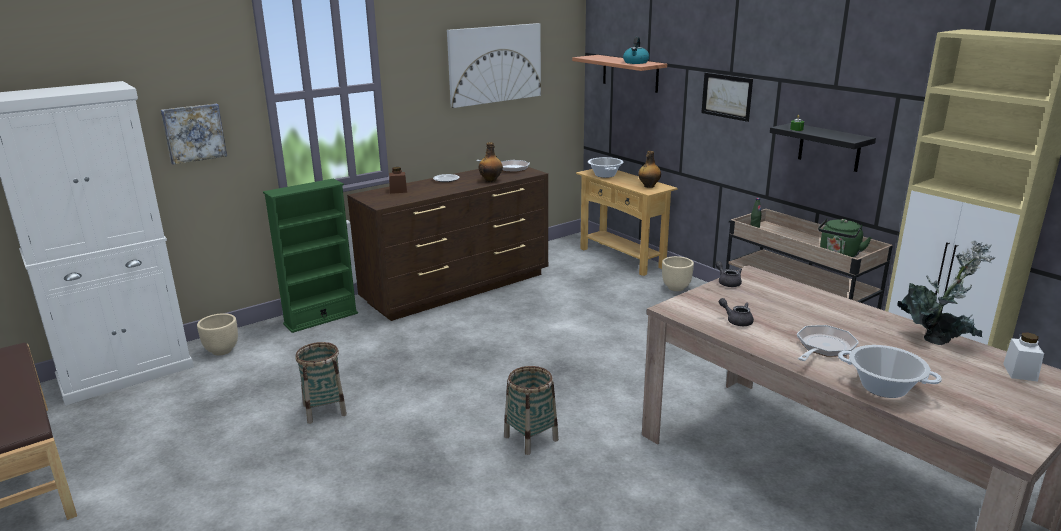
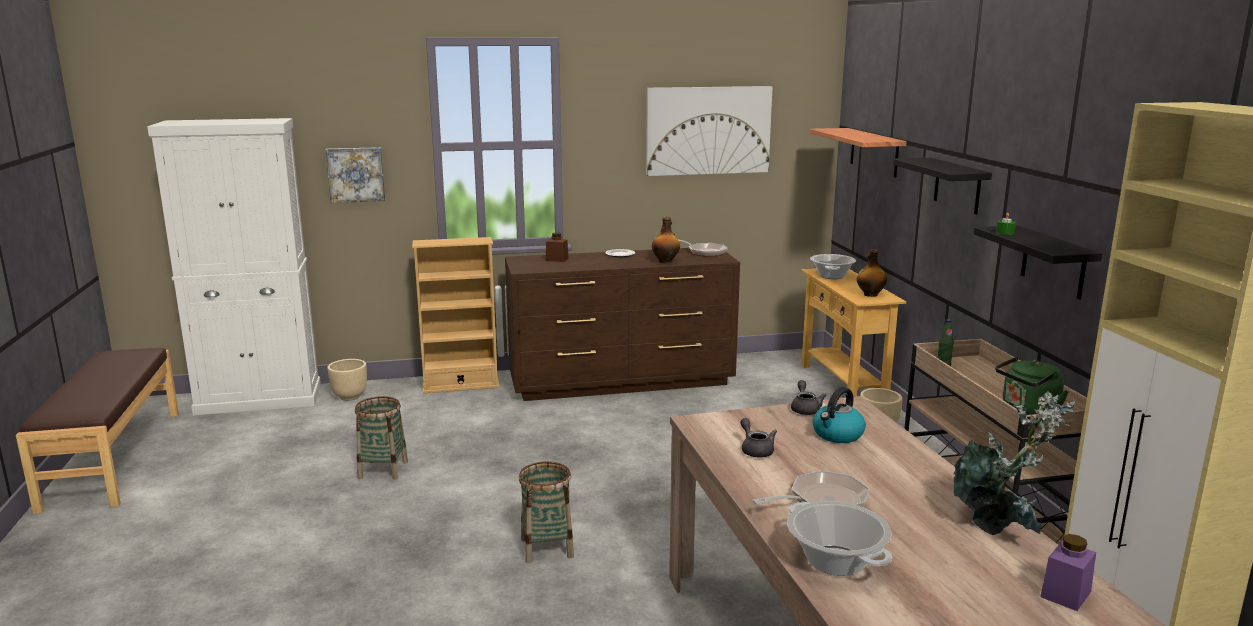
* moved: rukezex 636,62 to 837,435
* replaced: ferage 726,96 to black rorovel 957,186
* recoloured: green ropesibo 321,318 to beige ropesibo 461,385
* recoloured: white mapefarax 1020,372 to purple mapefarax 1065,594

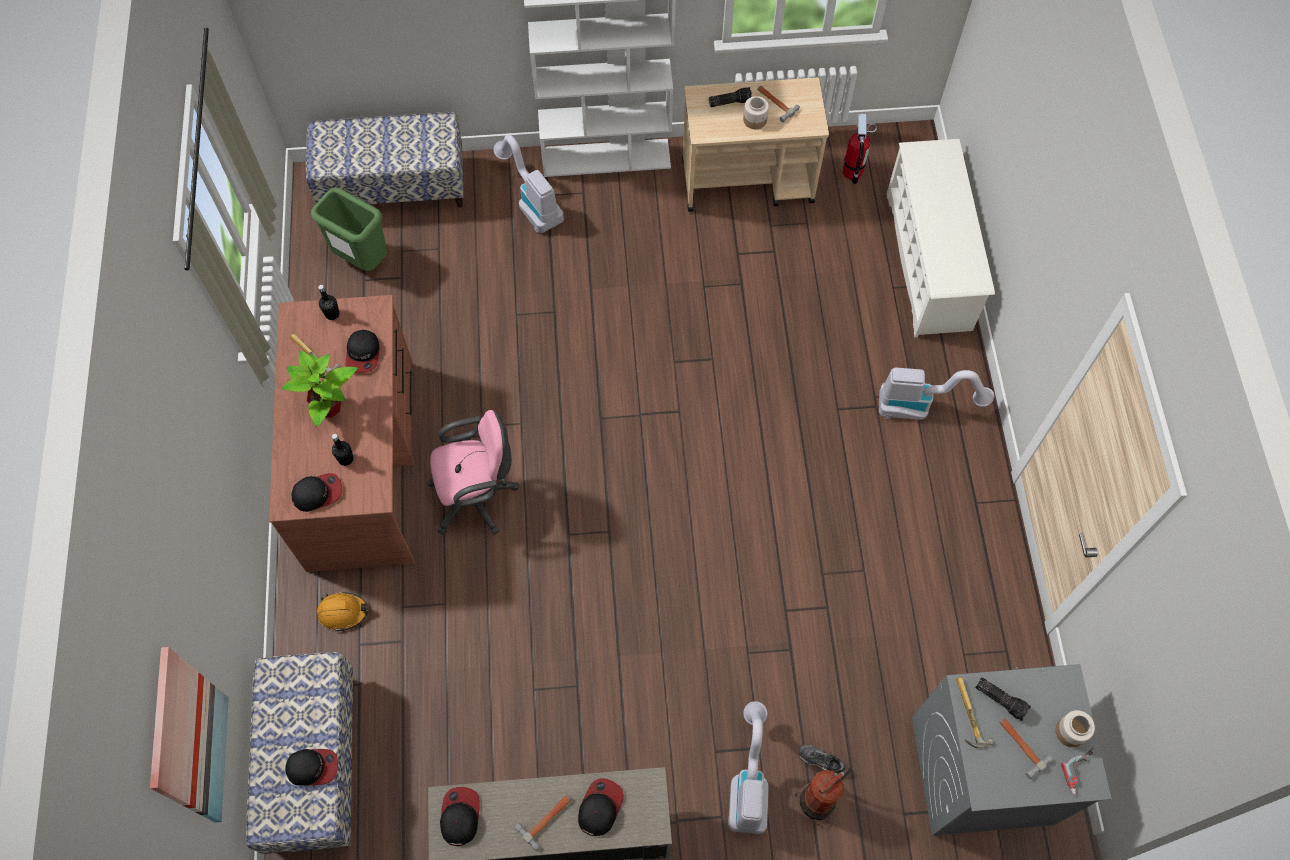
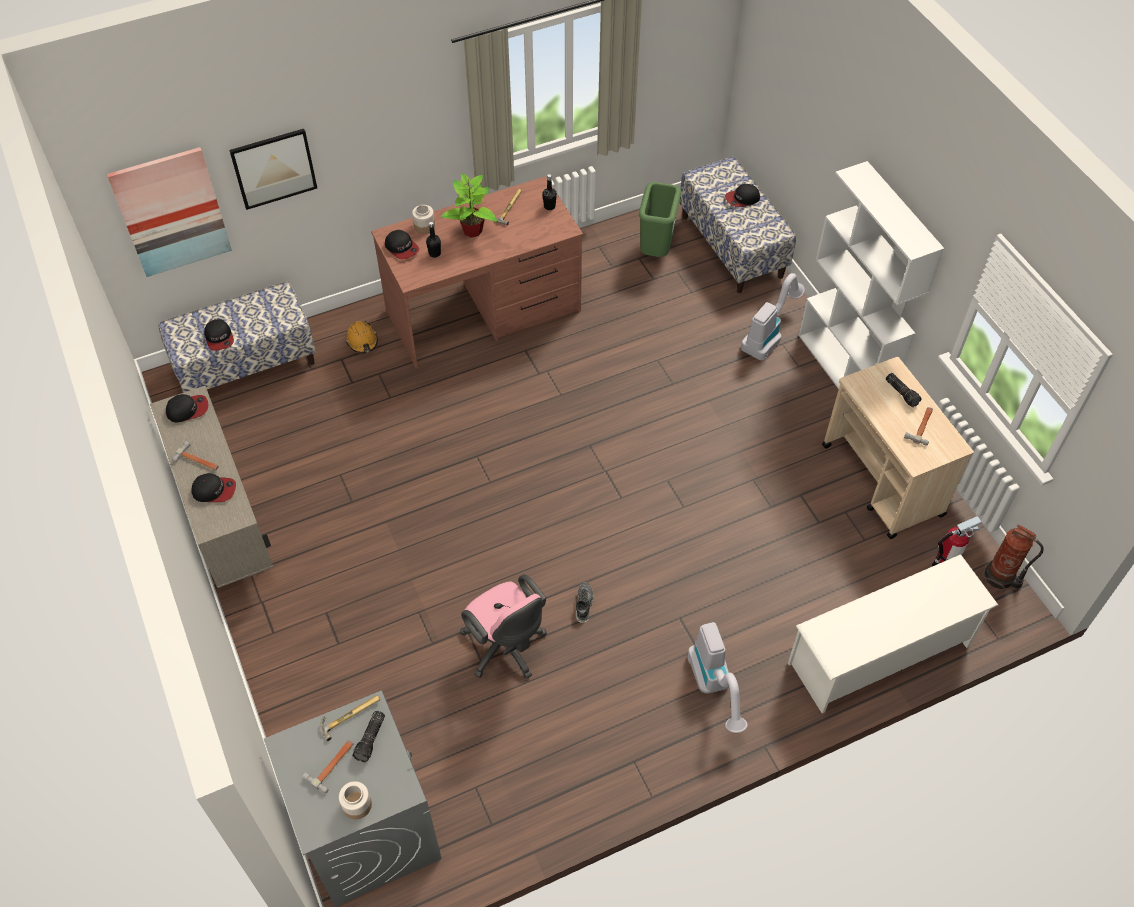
* removed: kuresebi 748,782
* removed: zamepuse 1081,772
* added: ferage 274,168
* moved: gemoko 363,354 to 742,199
* moved: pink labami 478,497 to 506,648
* moved: mapefarax 755,120 to 424,226
* moved: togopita 819,801 to 1000,577
* moved: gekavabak 821,761 to 583,604

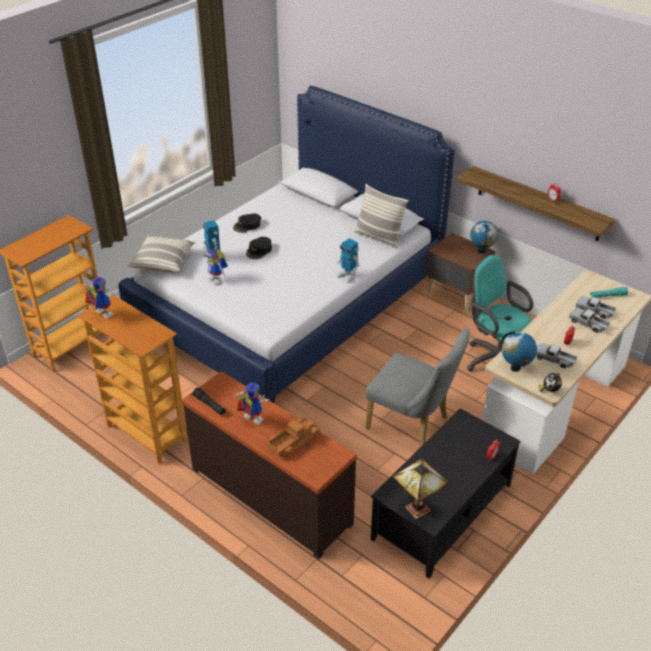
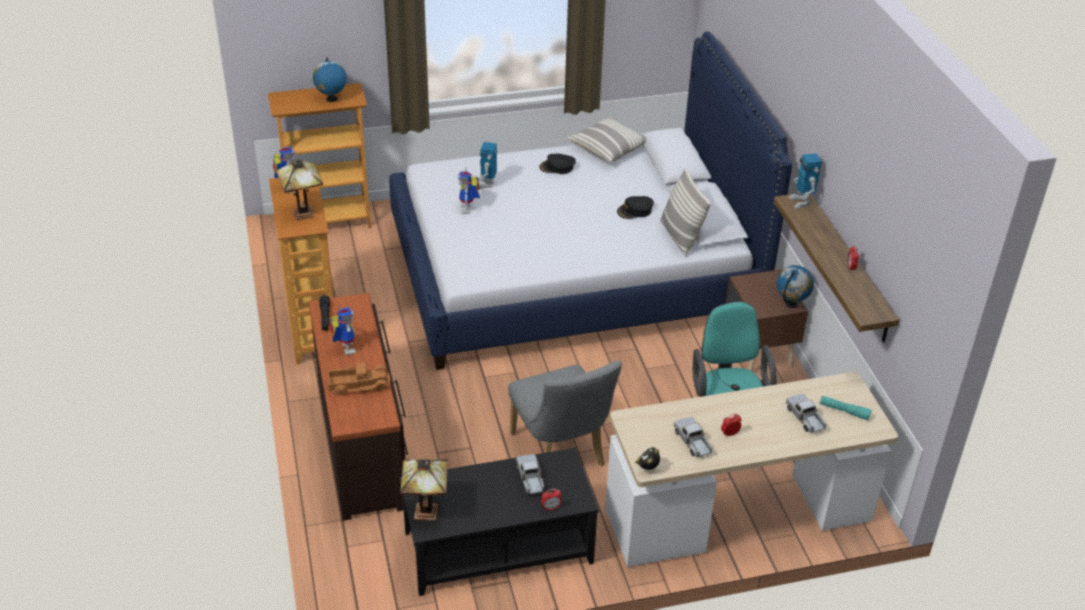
* added: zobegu 305,214
* moved: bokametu 163,262 to 608,149
* moved: black gemoko 259,250 to 635,211
* moved: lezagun 347,276 to 801,201
* moved: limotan 515,368 to 331,99
* moved: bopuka 588,324 to 530,479

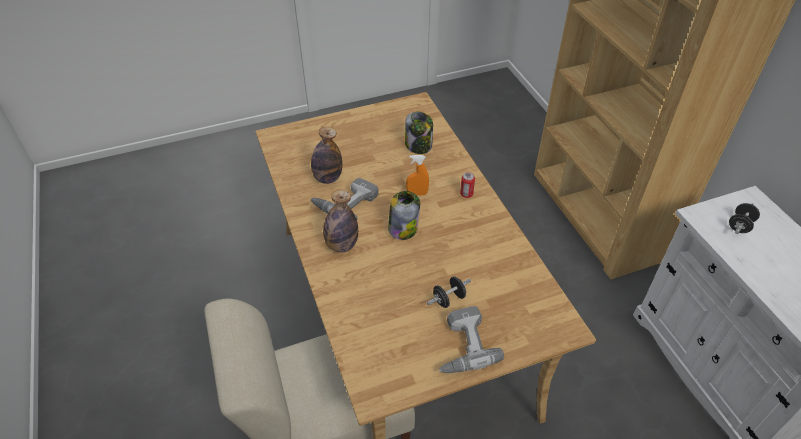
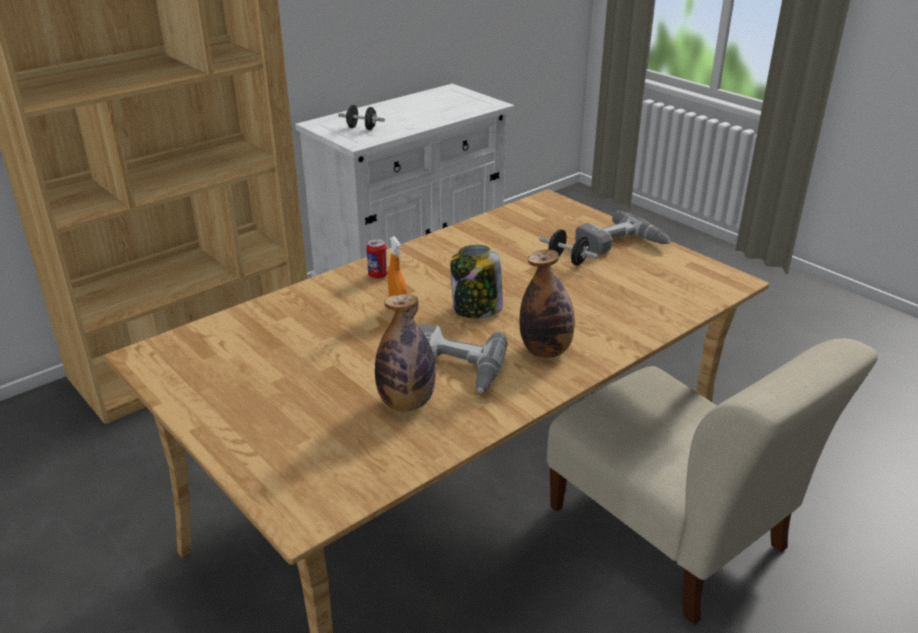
* removed: mapefarax 419,145

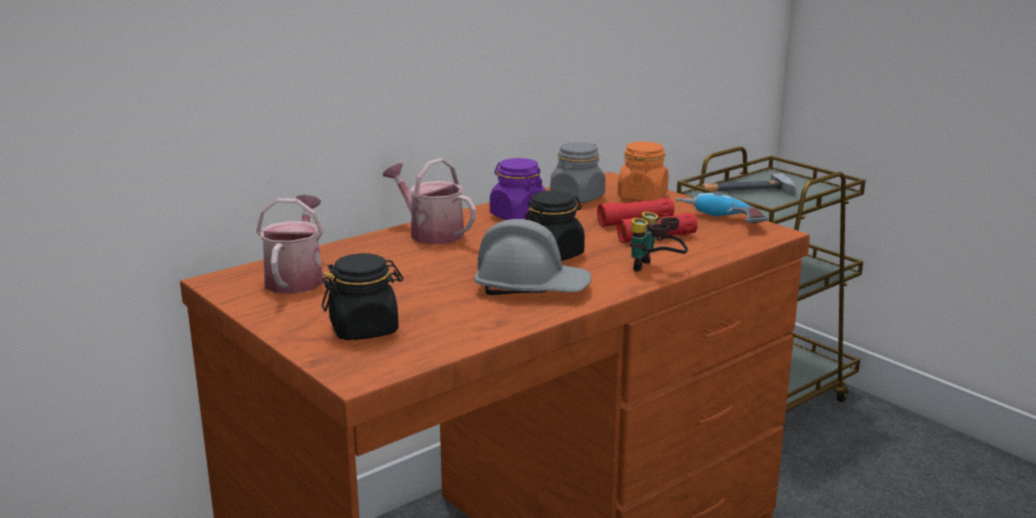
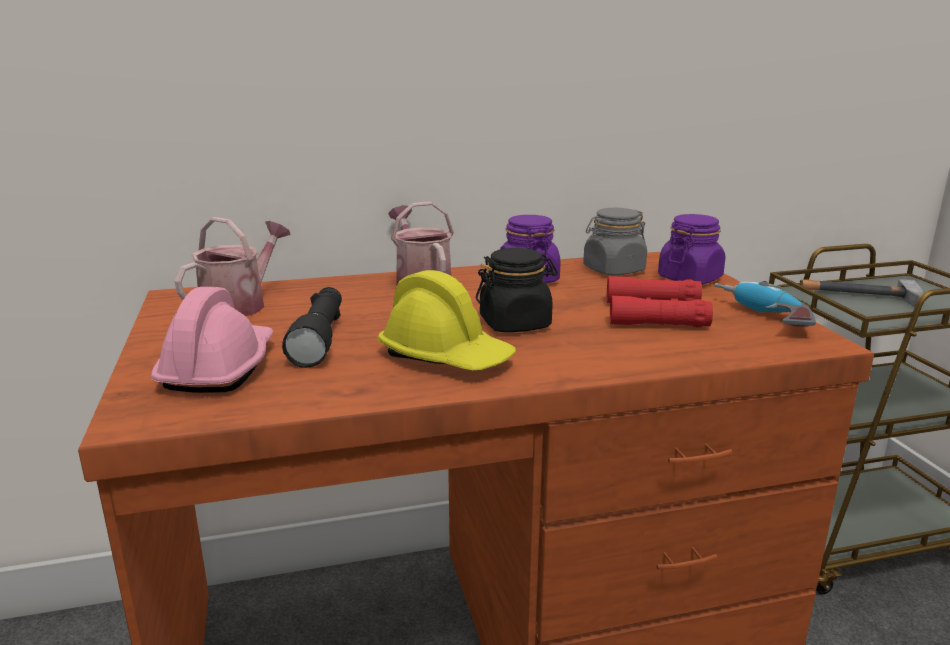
* removed: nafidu 655,270
* added: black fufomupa 320,338
* replaced: black mapefarax 364,329 to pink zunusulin 219,368
* recoloured: grey zunusulin 531,288 to yellow zunusulin 446,357
* recoloured: orange mapefarax 642,196 to purple mapefarax 690,278

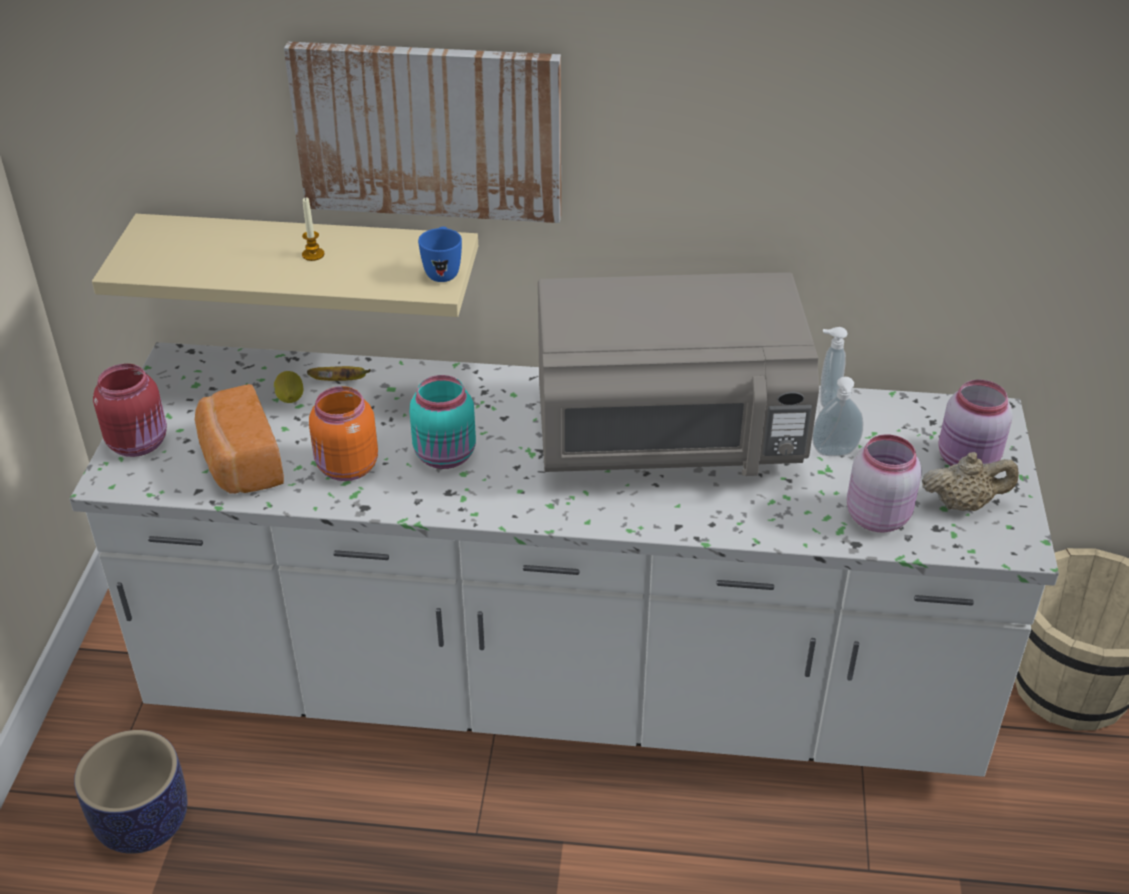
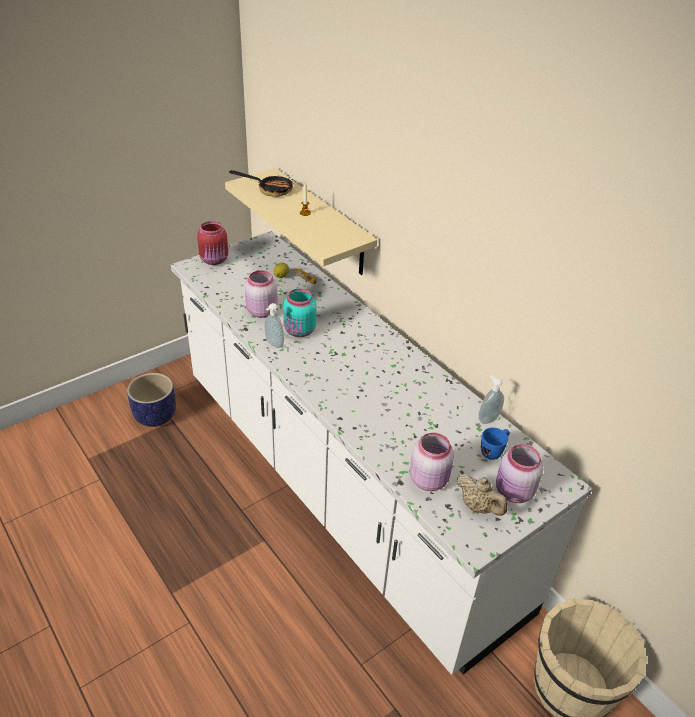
* removed: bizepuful 240,463
* removed: ferage 429,131
* removed: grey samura 668,440
* added: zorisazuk 270,189
* moved: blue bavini 443,271 to 493,452
* moved: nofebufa 834,453 to 273,344
* recoloured: orange mapefarax 346,468 to pink mapefarax 261,311

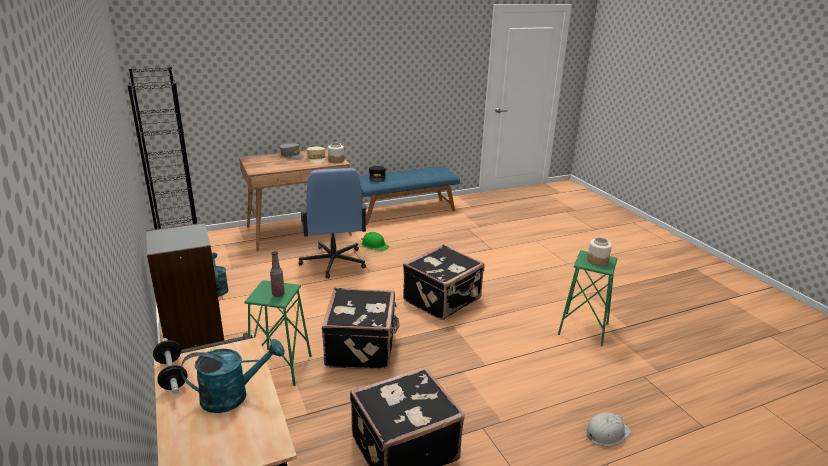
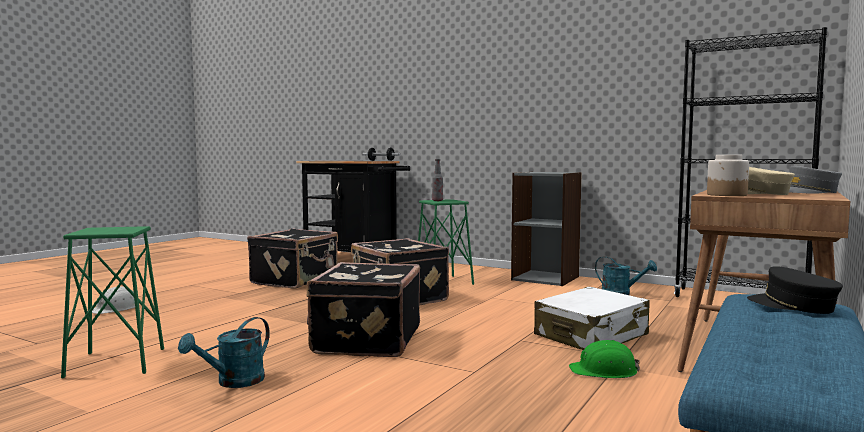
* removed: mapefarax 597,261
* moved: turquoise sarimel 233,396 to 233,382
* replaced: blue labami 333,262 to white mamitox 591,336

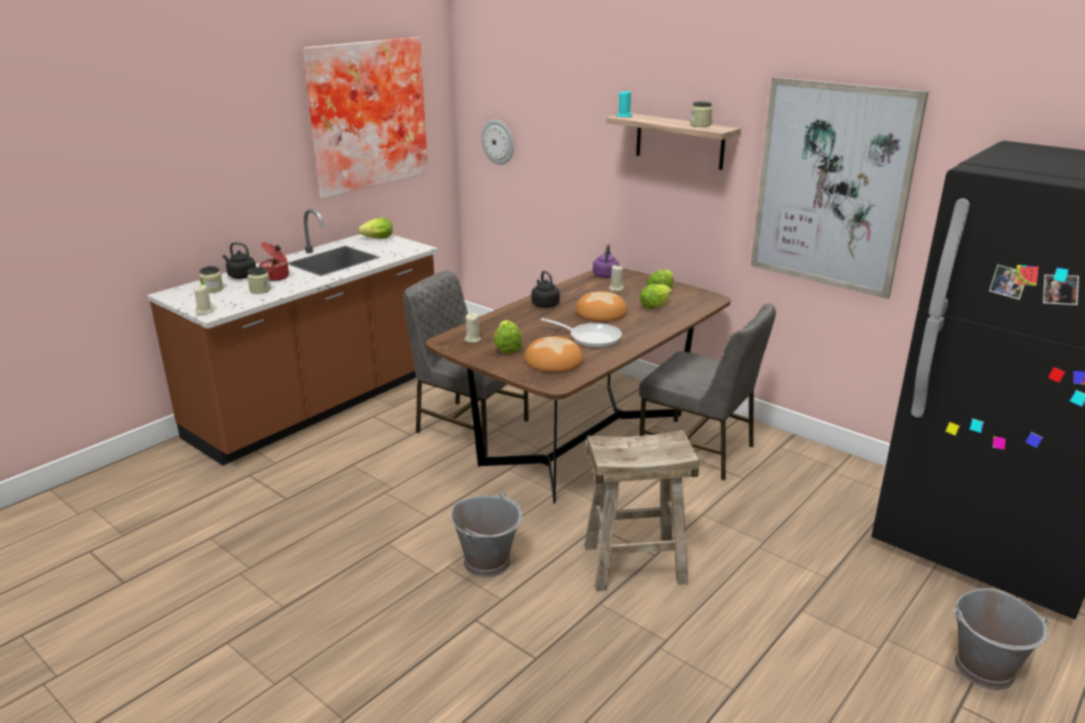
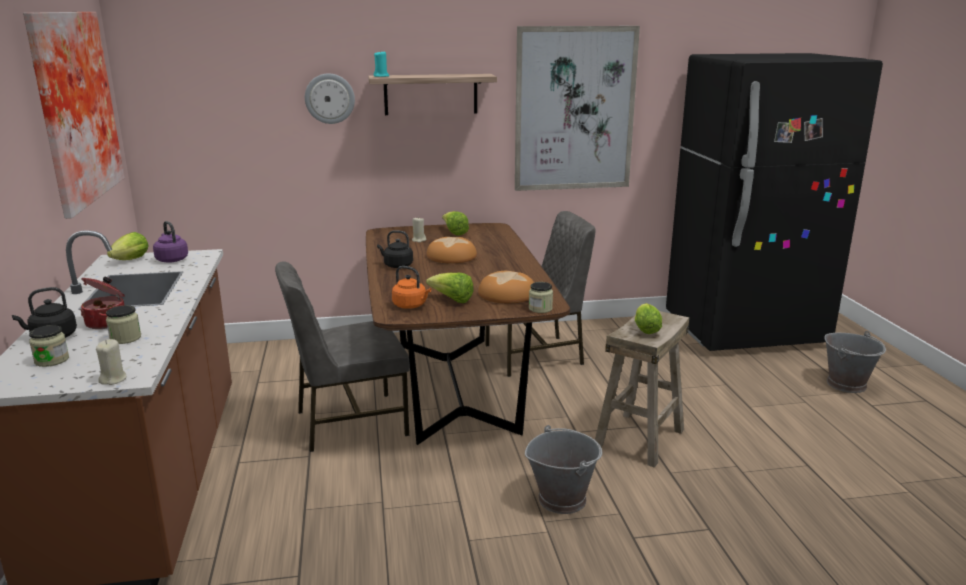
* removed: zorisazuk 591,338
* moved: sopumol 498,142 to 329,98
* moved: purple rukezex 605,275 to 171,259
* moved: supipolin 656,306 to 645,329
* moved: mapefarax 700,125 to 540,309
* replaced: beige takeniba 472,339 to orange rukezex 411,305

